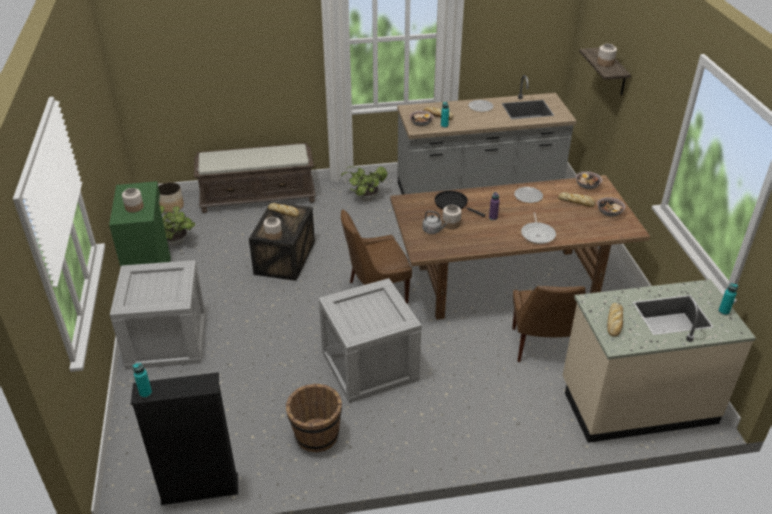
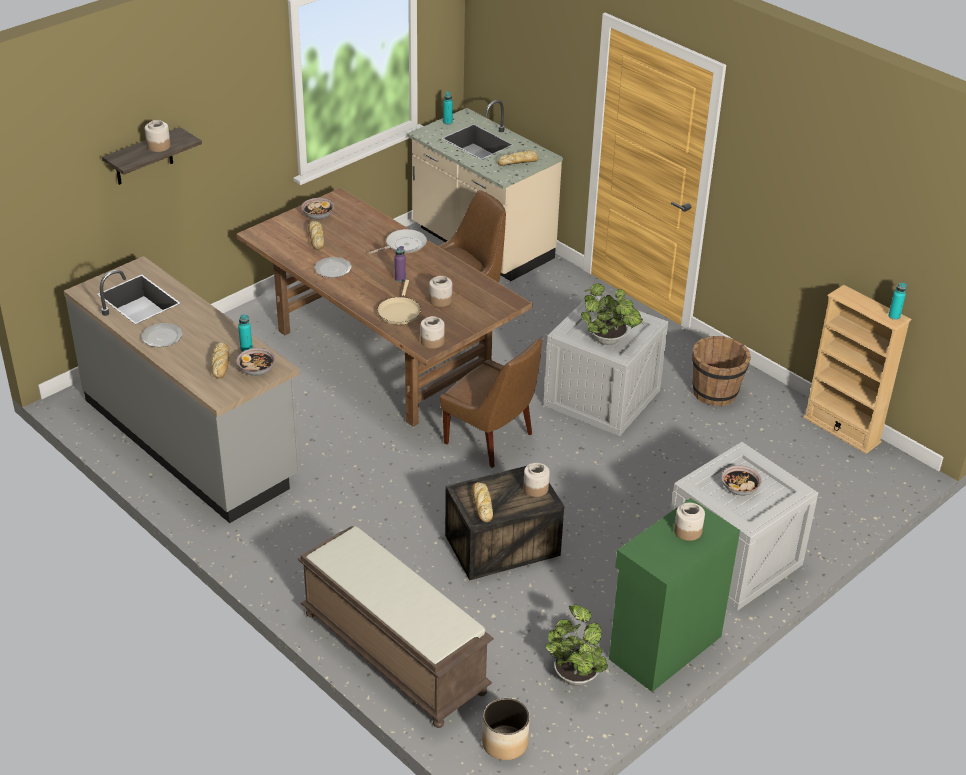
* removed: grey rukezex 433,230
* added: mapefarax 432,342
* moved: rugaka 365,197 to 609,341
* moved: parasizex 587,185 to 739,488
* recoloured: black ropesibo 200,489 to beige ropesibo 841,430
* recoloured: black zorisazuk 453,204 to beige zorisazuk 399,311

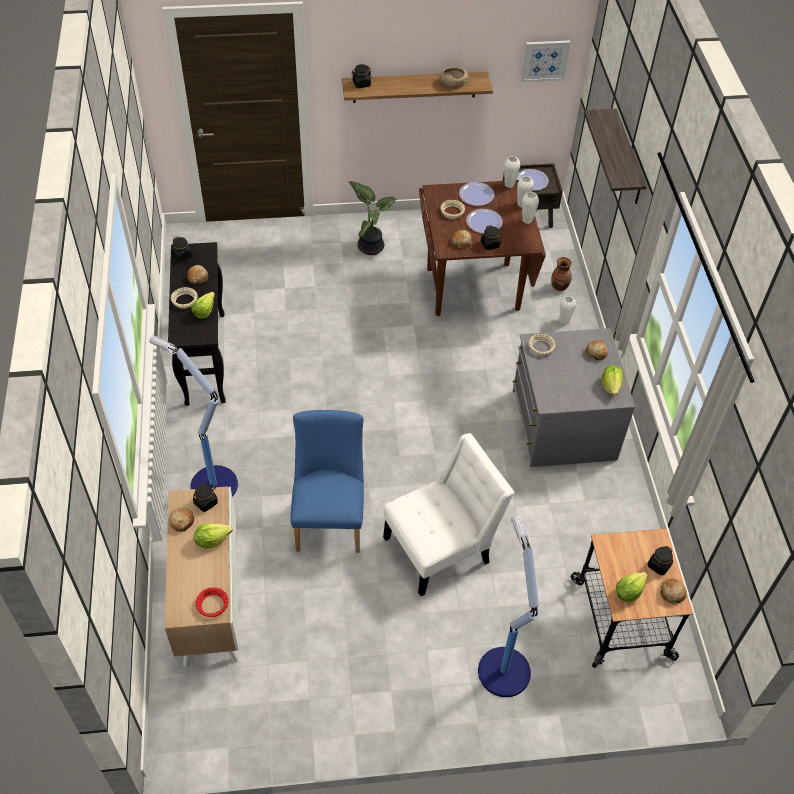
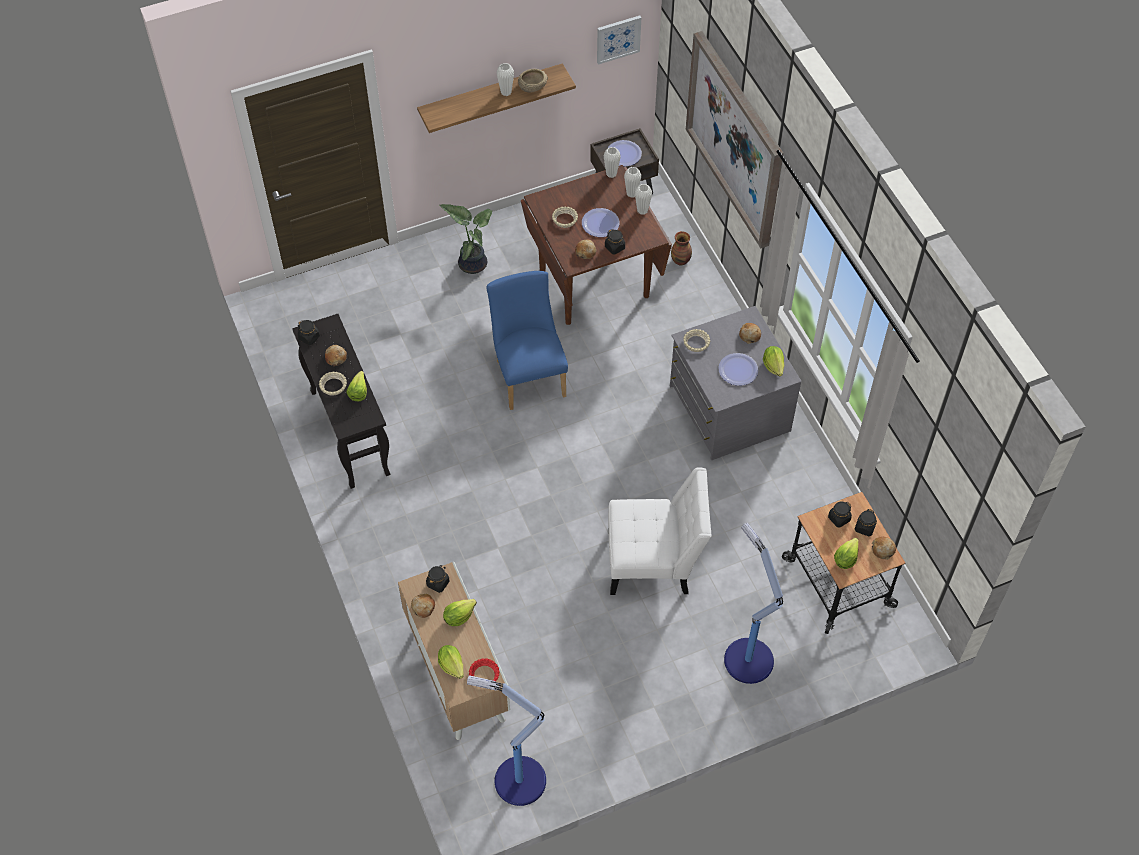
* added: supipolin 452,665
* moved: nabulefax 212,484 to 518,780
* moved: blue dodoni 330,517 to 528,374
* moved: black mapefarax 361,84 to 839,518
* moved: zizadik 476,195 to 738,370
* moved: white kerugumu 564,321 to 506,92
* replaced: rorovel 627,159 to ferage 735,139
* turned: white dodoni 442,547 = 654,562 45 degrees clockwise

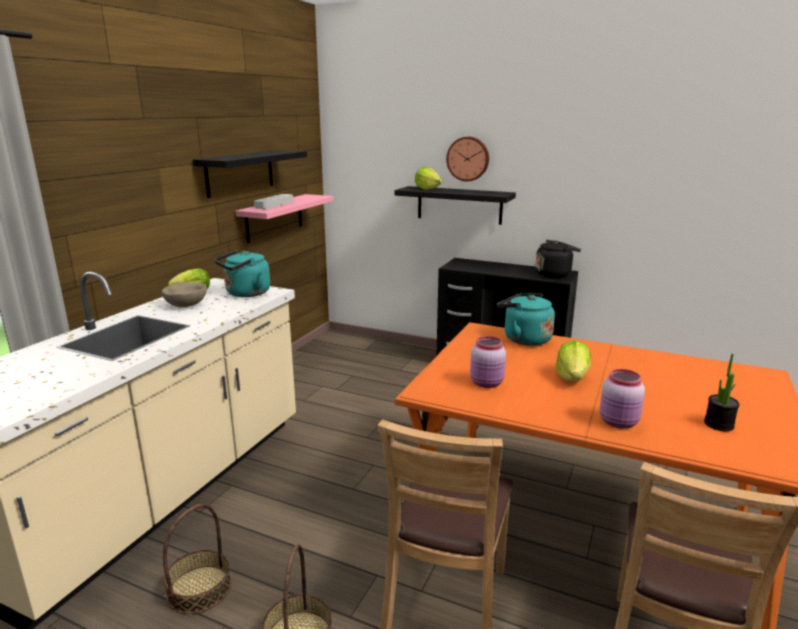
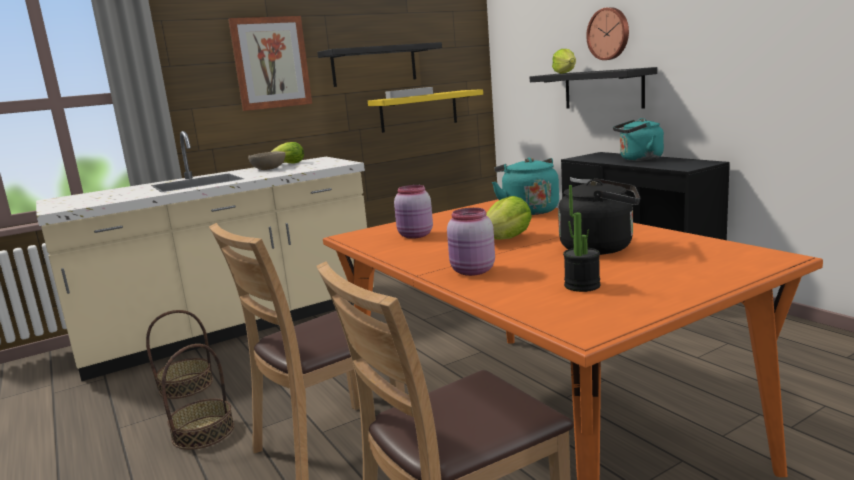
* added: ferage 271,63
* moved: turquoise rukezex 245,293 to 638,159
* moved: black rukezex 554,274 to 601,248
* recoloured: pink rorovel 274,218 to yellow rorovel 419,111

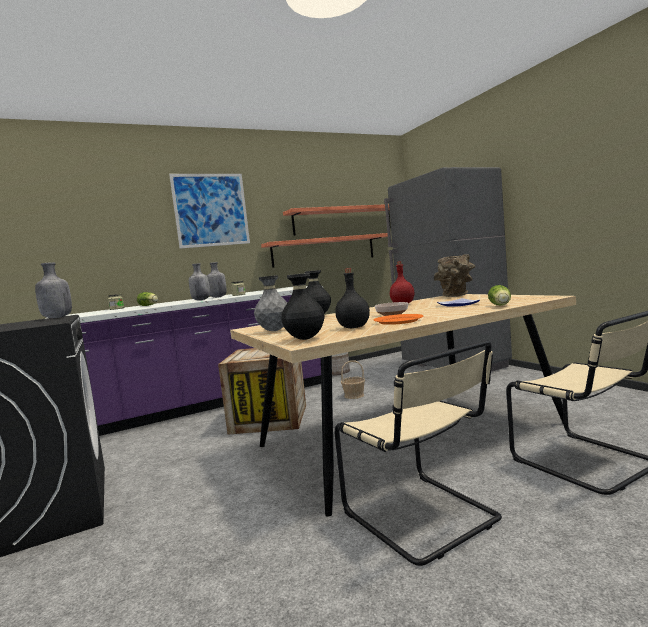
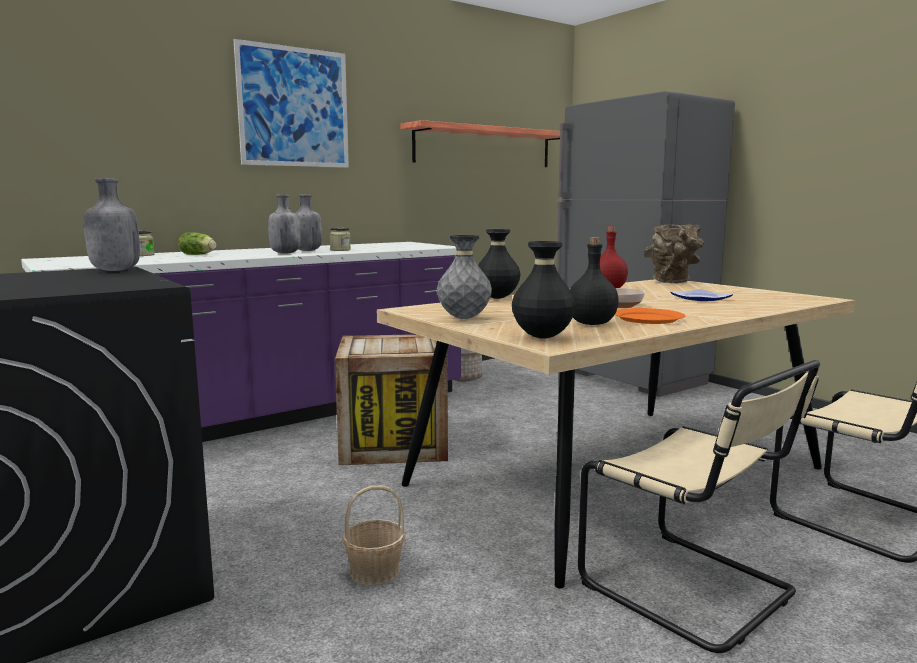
* removed: rorovel 324,250
* removed: supipolin 500,305
* moved: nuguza 354,395 to 374,571

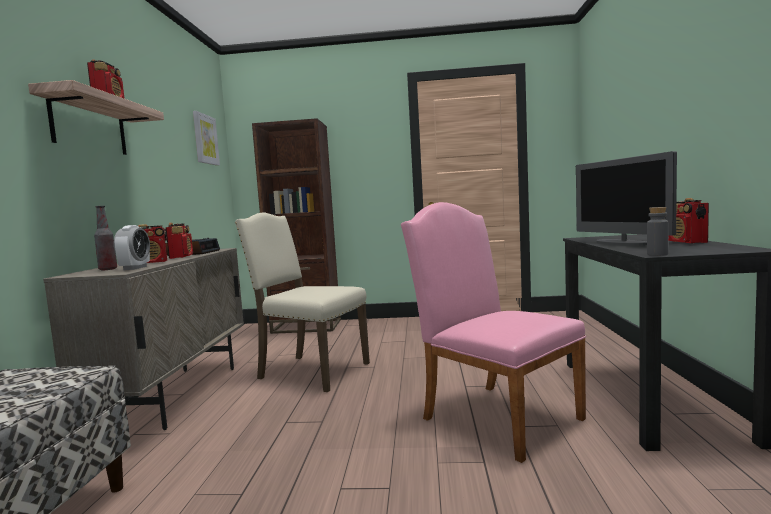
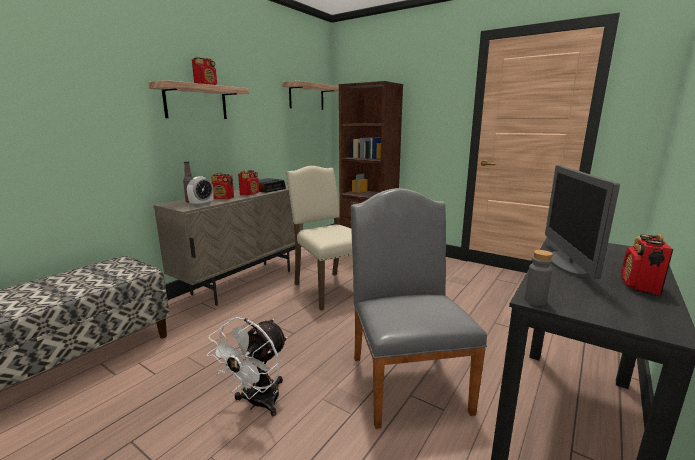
* added: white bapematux 257,403
* replaced: ferage 205,139 to rorovel 306,97
* recoloured: pink dodoni 493,415 to grey dodoni 406,377

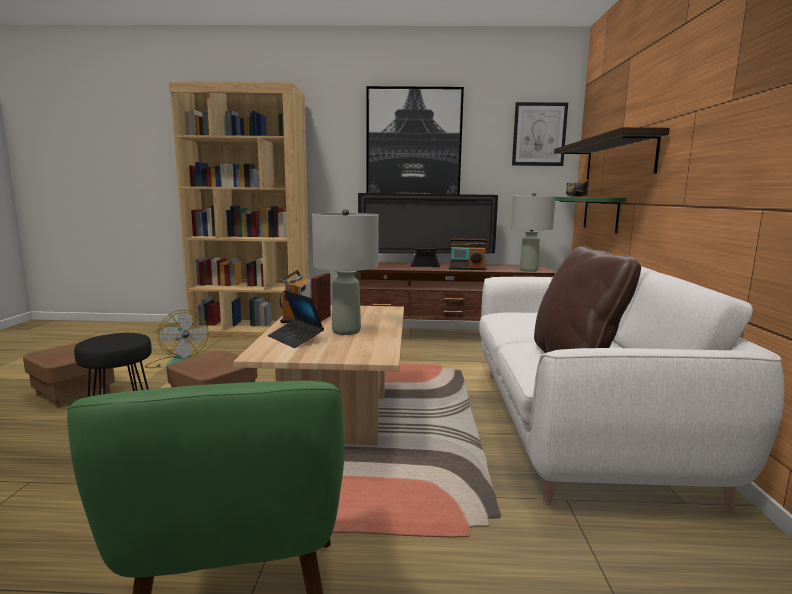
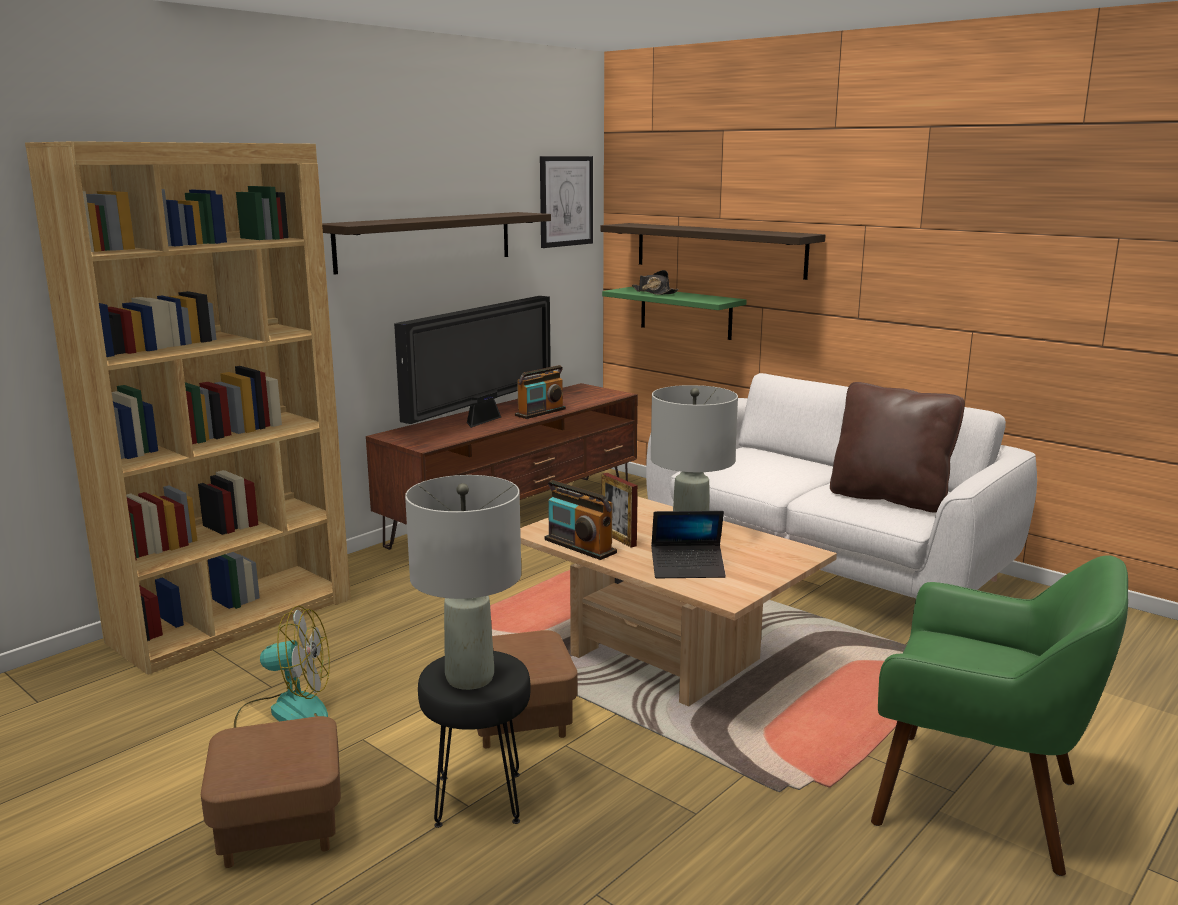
* moved: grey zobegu 529,270 to 470,678
* replaced: ferage 413,153 to rorovel 426,241

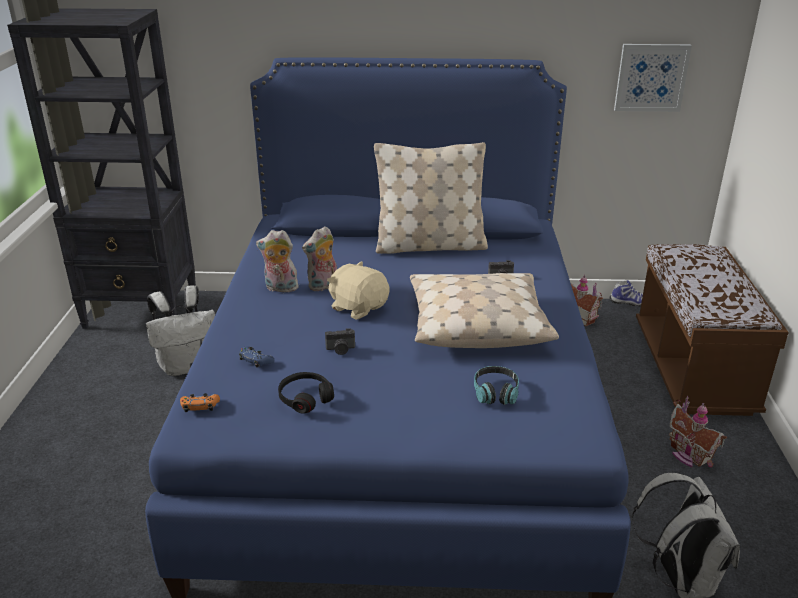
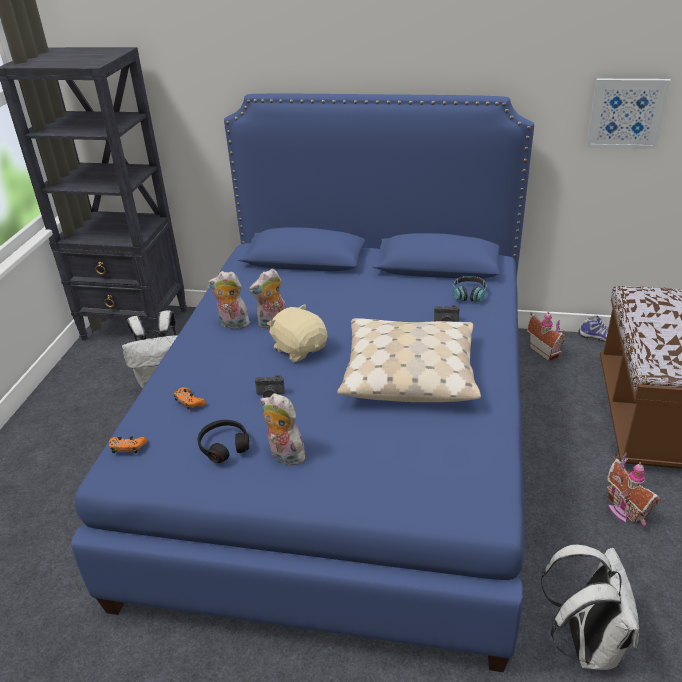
* removed: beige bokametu 430,246
* added: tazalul 284,455
* moved: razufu 495,392 to 469,294
* recoloured: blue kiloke 256,360 to orange kiloke 190,401

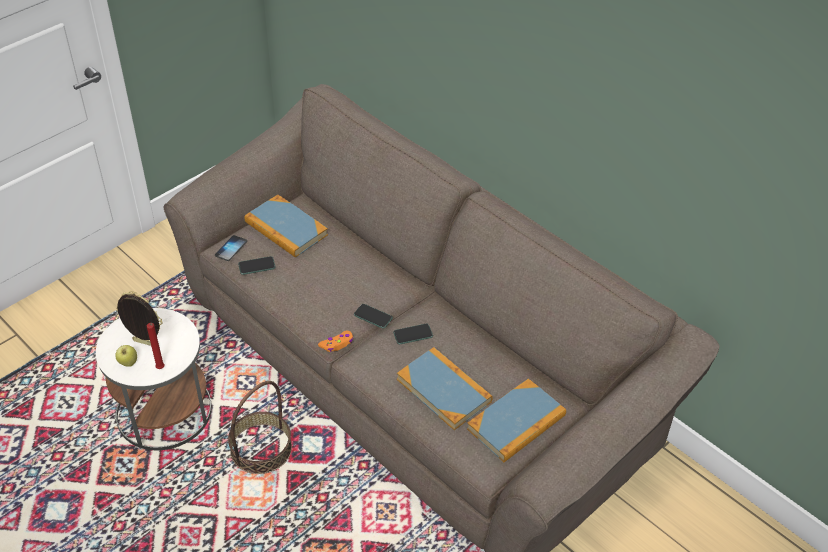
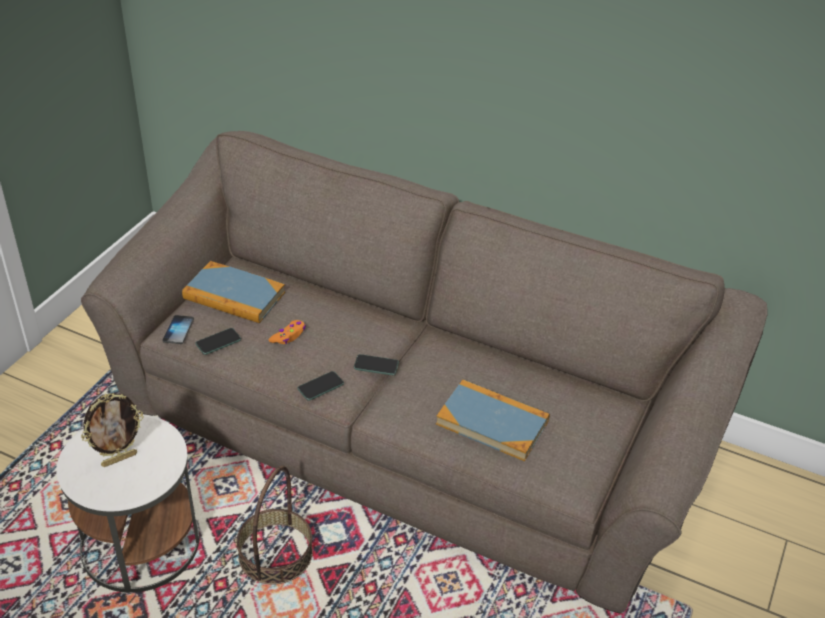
* removed: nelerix 128,363
* removed: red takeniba 161,369
* removed: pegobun 516,423
* moved: orange kiloke 337,344 to 288,336
* moved: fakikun 413,334 to 320,386
* turned: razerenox 145,344 = 119,459 150 degrees clockwise

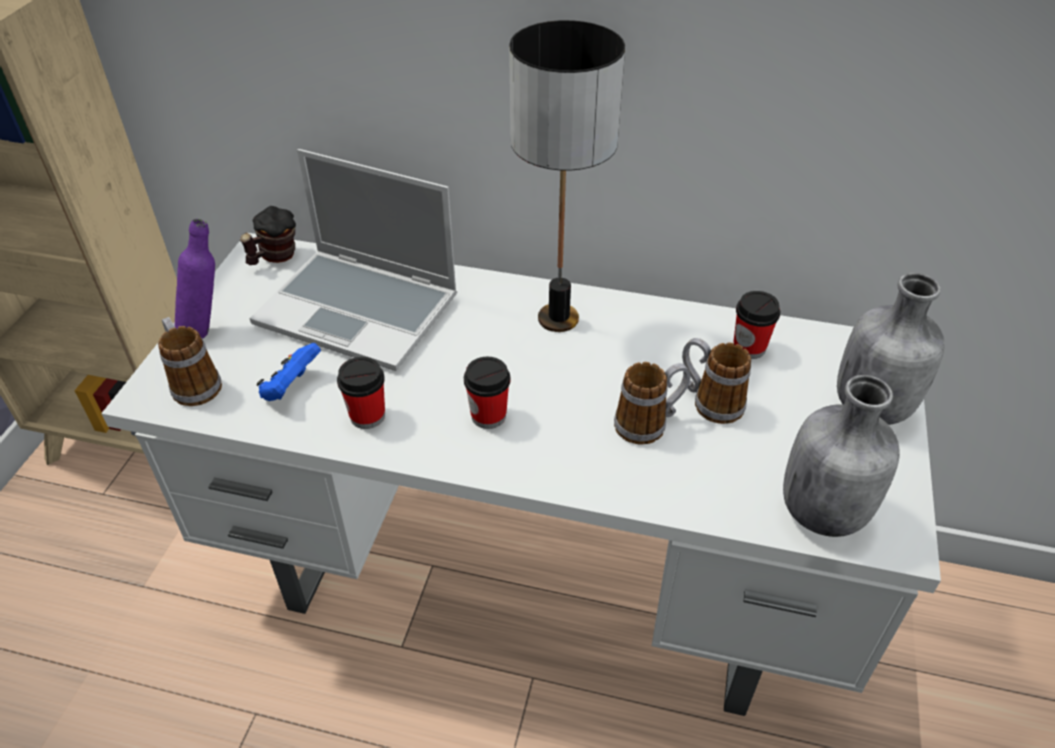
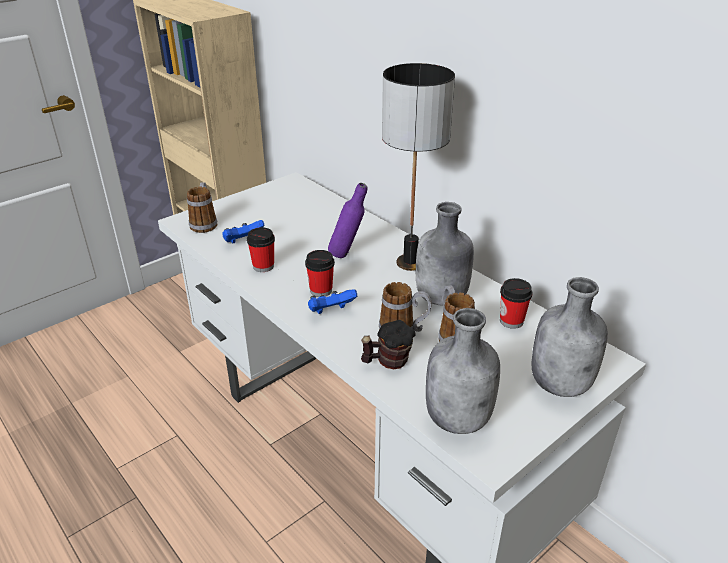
* removed: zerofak 361,310
* added: blue kiloke 331,311
* added: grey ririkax 441,298
* moved: purple ririkax 208,329 to 347,254
* moved: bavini 274,258 to 387,362

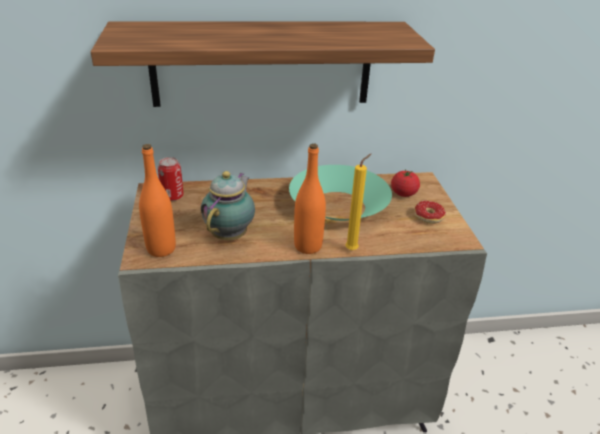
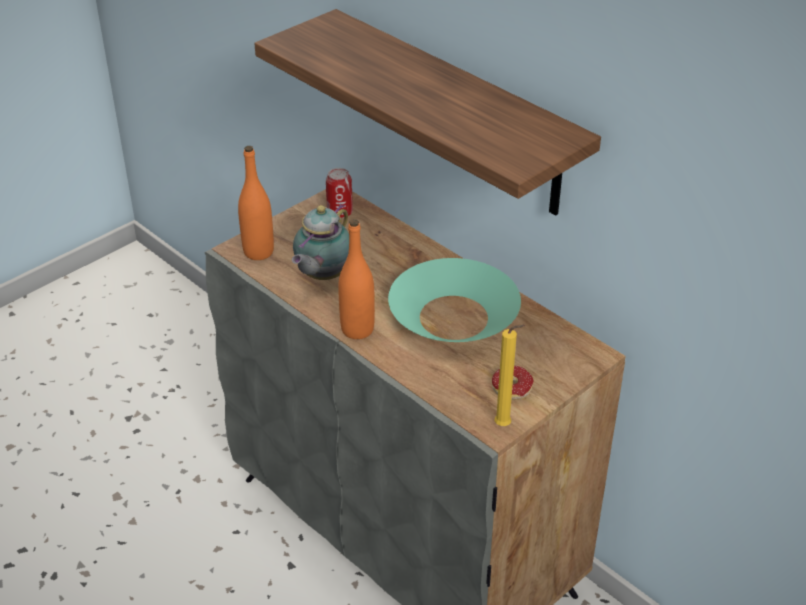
* removed: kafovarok 403,193
* moved: yellow takeniba 353,249 to 505,426
* turned: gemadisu 231,234 = 322,276 135 degrees clockwise

